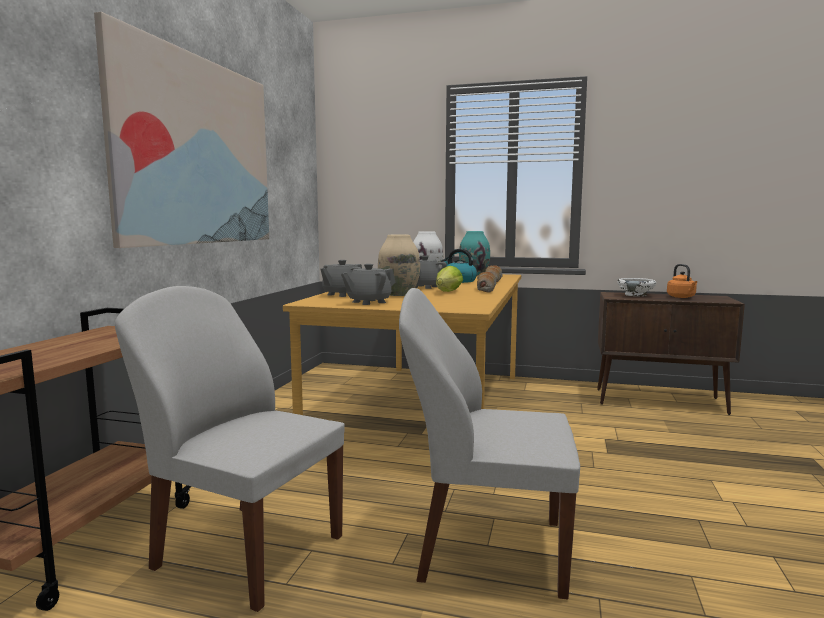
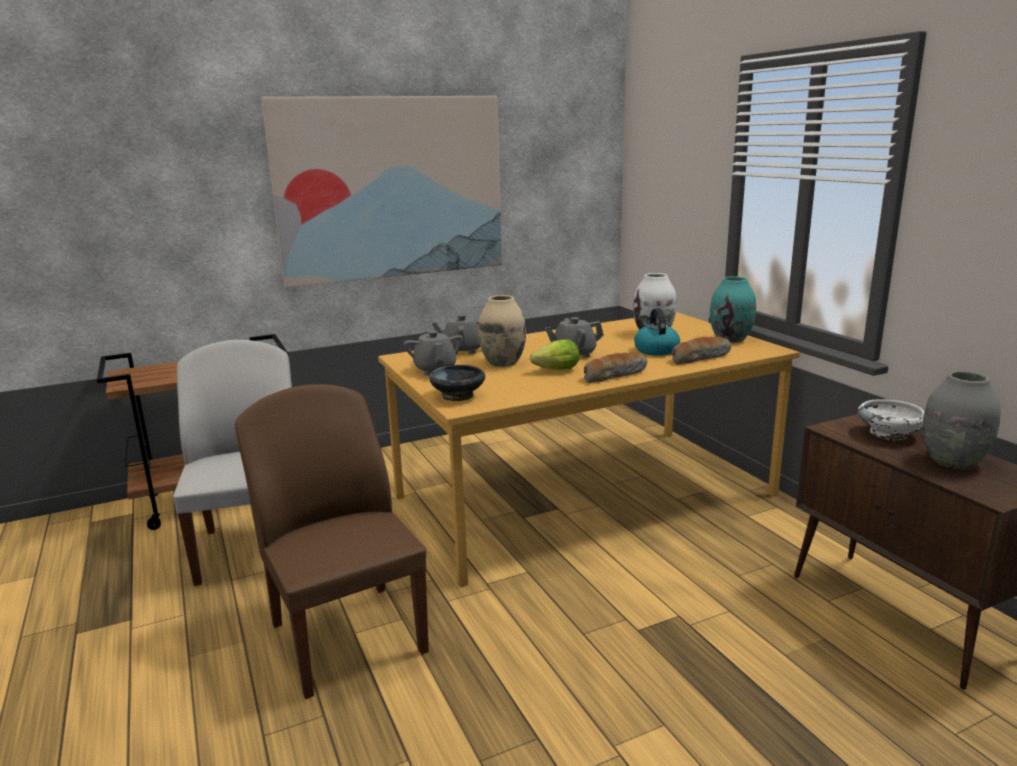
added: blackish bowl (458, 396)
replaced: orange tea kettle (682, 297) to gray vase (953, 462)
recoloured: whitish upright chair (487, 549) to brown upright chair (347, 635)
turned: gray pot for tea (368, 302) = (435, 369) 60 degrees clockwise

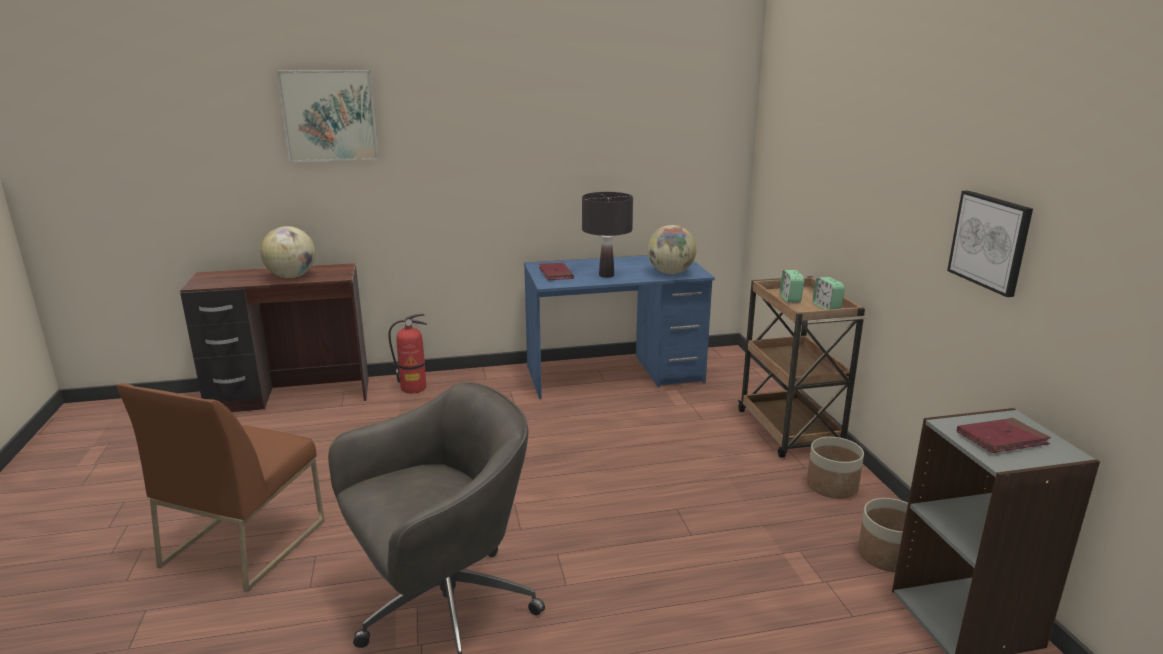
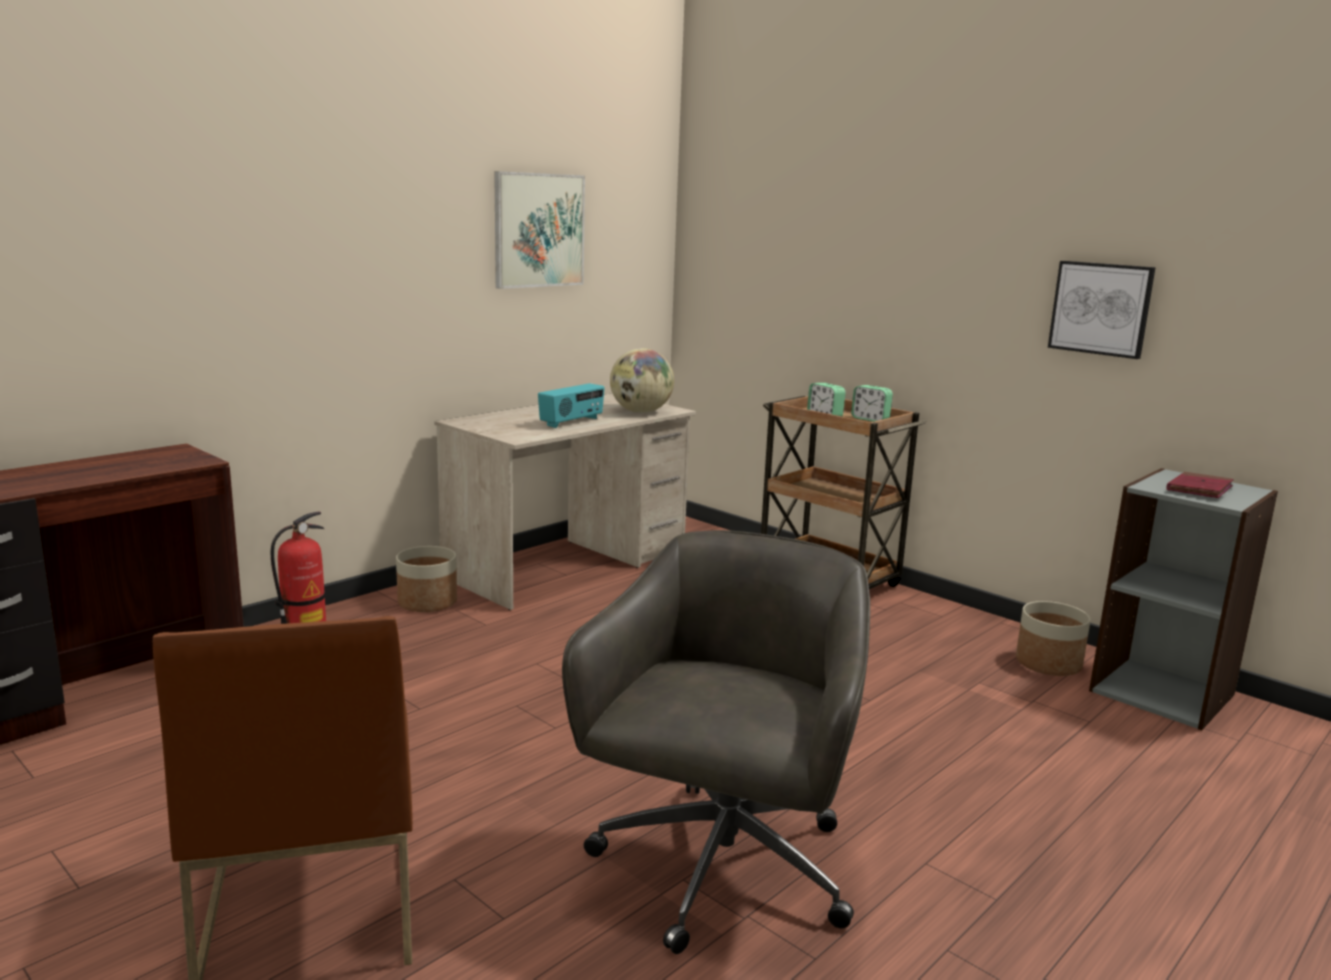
removed: desk globe (292, 276); reddish bound book (555, 274)
moved: picture (329, 116) to (539, 230); plant pot (832, 486) to (428, 602)
replaced: blackish table lamp (606, 275) to radio receiver (572, 422)
recoloured: blue-coloured desk (614, 375) to beige-coloured desk (568, 565)

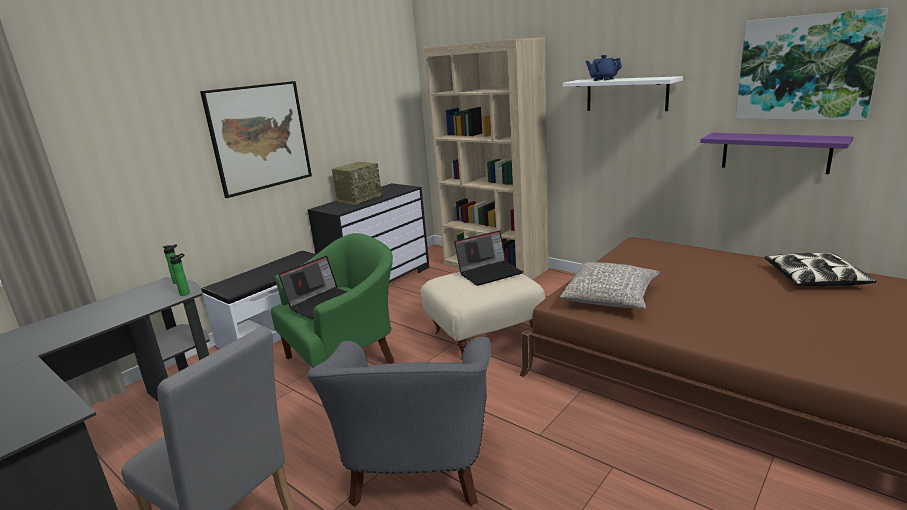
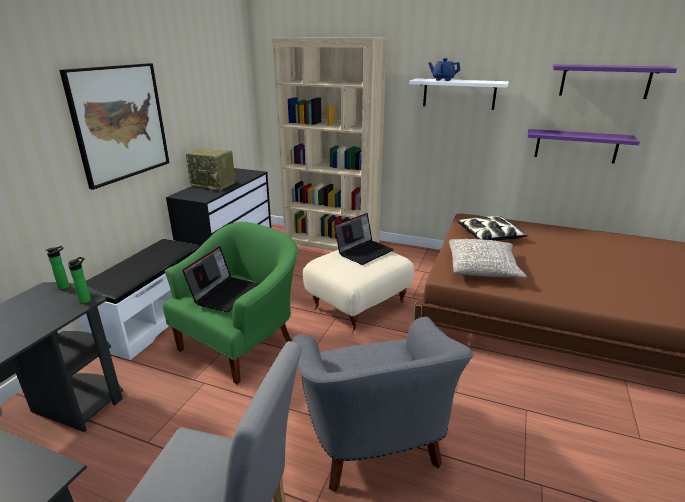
moved: pillow (815, 279) to (489, 235)
replaced: picture (805, 68) to purple-coloured bracket shelf (605, 81)
turned: radio receiver (359, 198) = (214, 184) 90 degrees clockwise

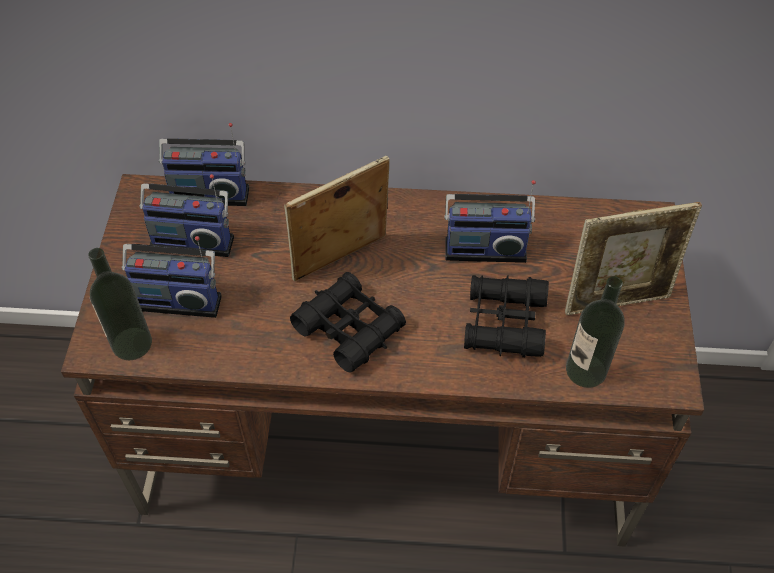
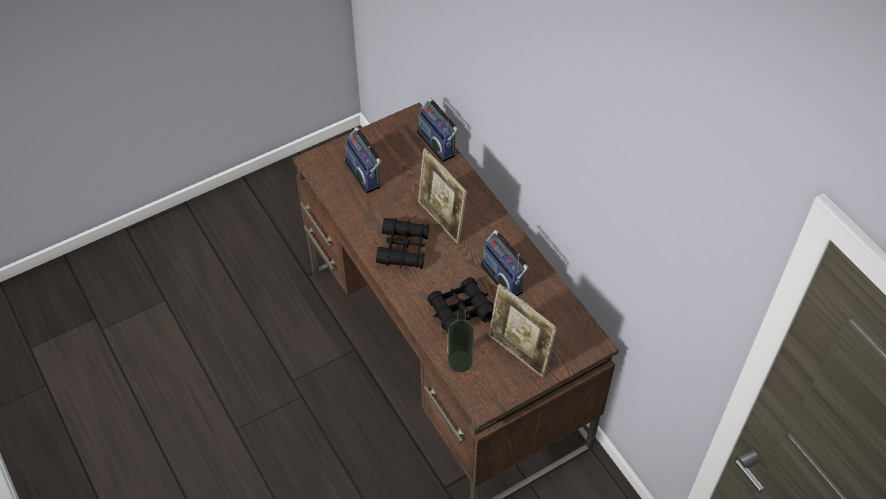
removed: bottle (132, 343); radio receiver (193, 239)
turned: picture frame (340, 261) = (441, 221) 150 degrees counterclockwise

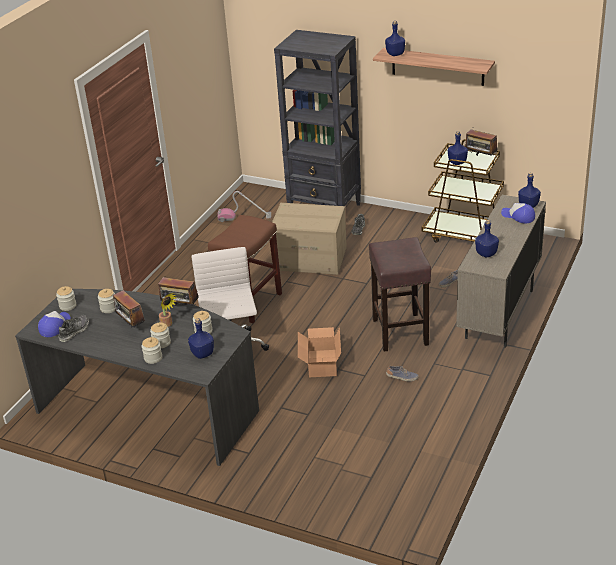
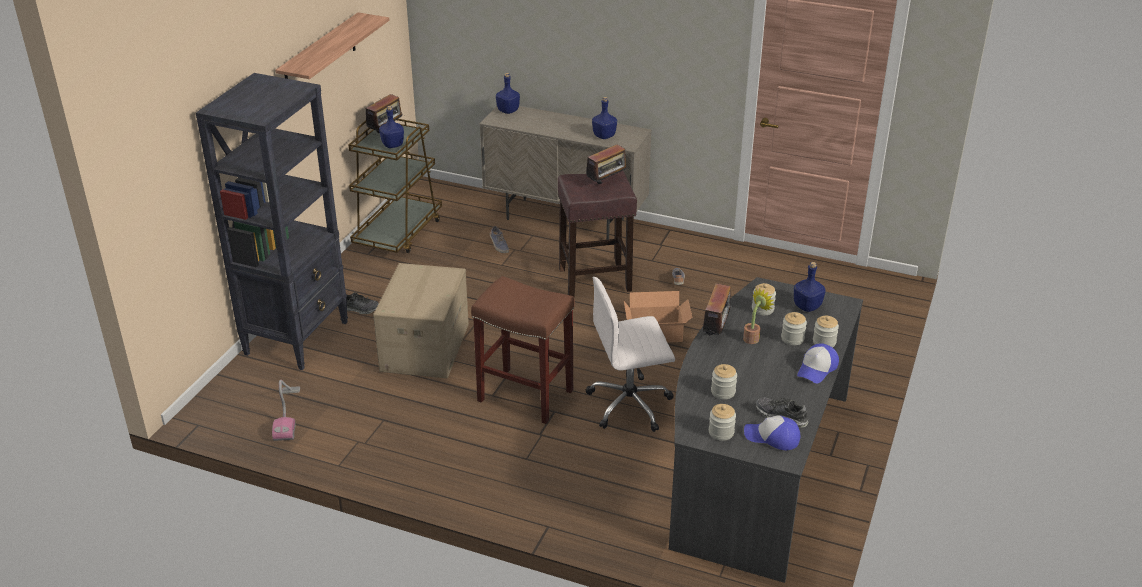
removed: blue-coloured bottle (395, 54)
moved: radio receiver (131, 326) to (607, 183); baseball cap (518, 216) to (817, 369)

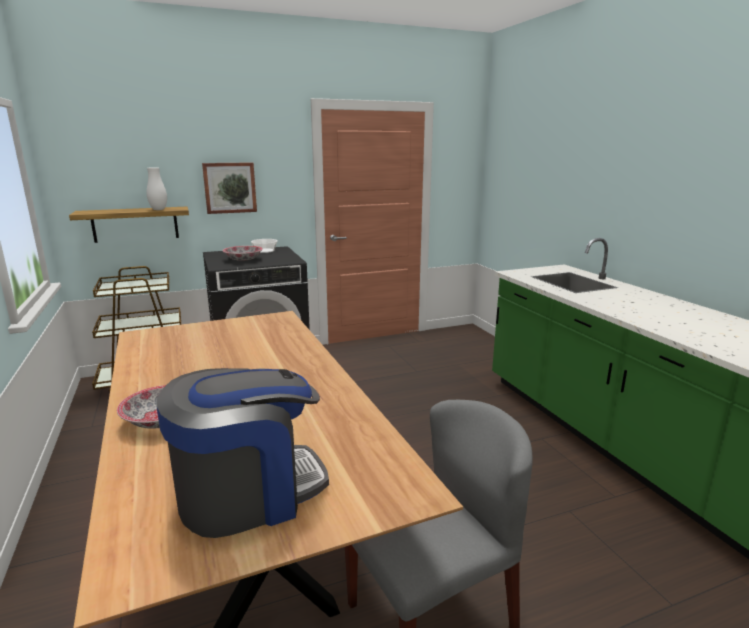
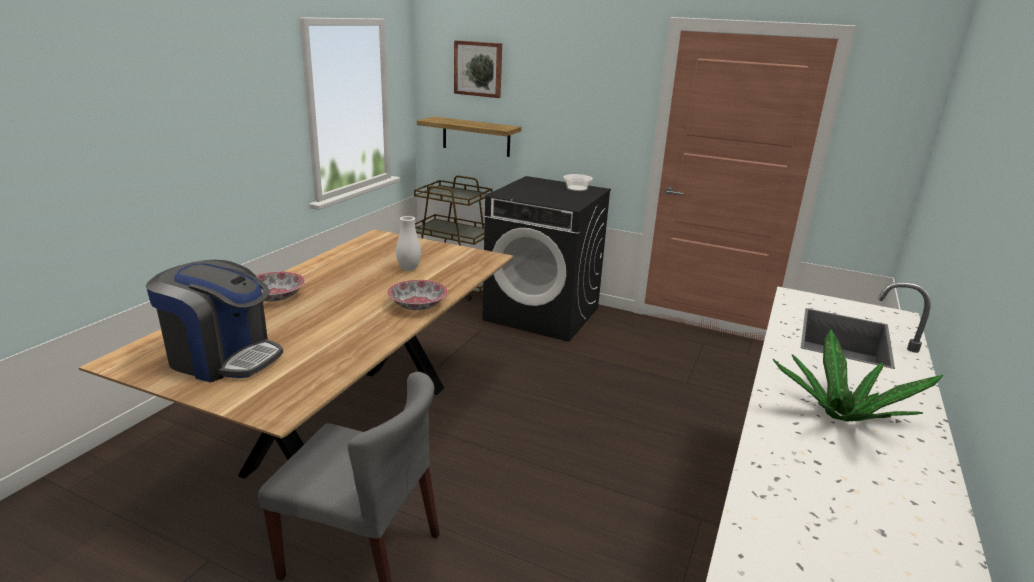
added: plant in a pot (842, 416)
moved: whitish vase (158, 209) to (408, 269); picture (230, 187) to (478, 69); bowl (243, 259) to (418, 305)

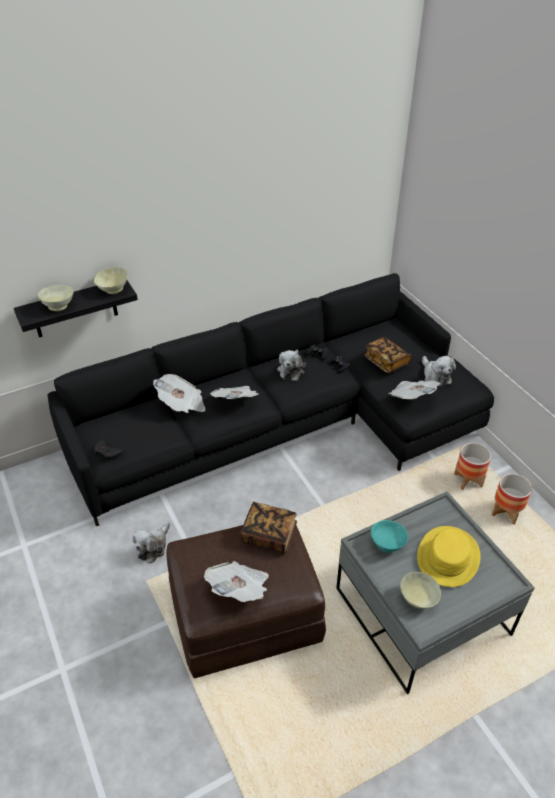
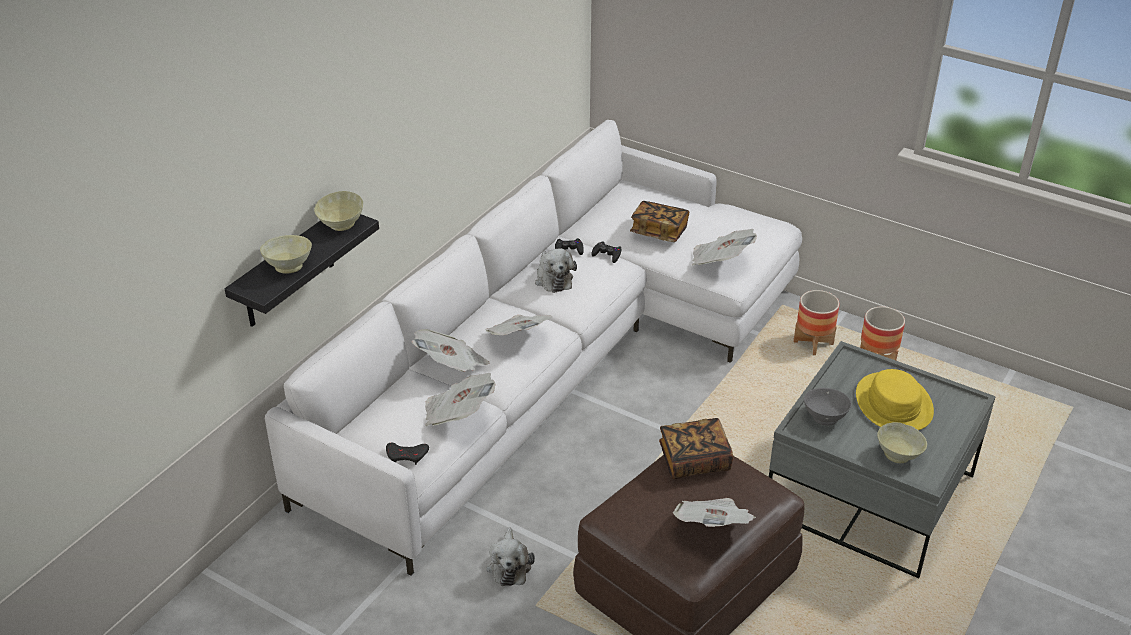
removed: plush toy (435, 376)
added: daily paper (458, 414)
recoloured: blackish couch (286, 425) to whitish couch (557, 362); turquoise bowl (388, 544) to gray bowl (825, 417)

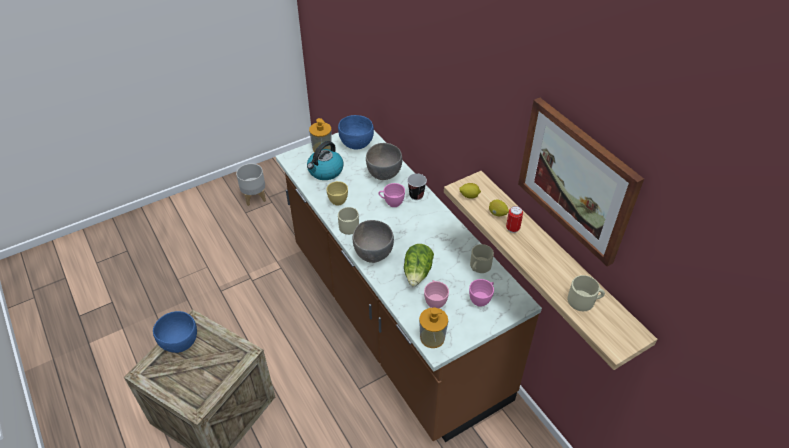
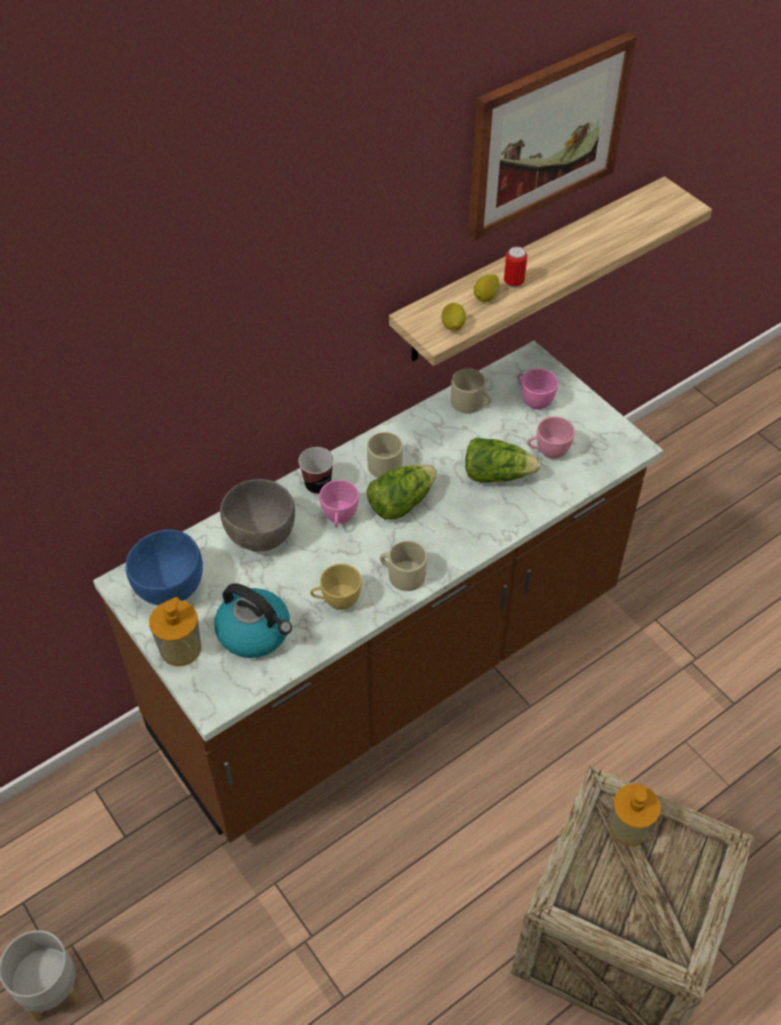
removed: blue-coloured bowl (180, 342); gray bowl (373, 253)
added: lettuce (400, 502)
moved: soap bottle (432, 337) to (628, 827); beige-coloured mug (584, 300) to (384, 462)

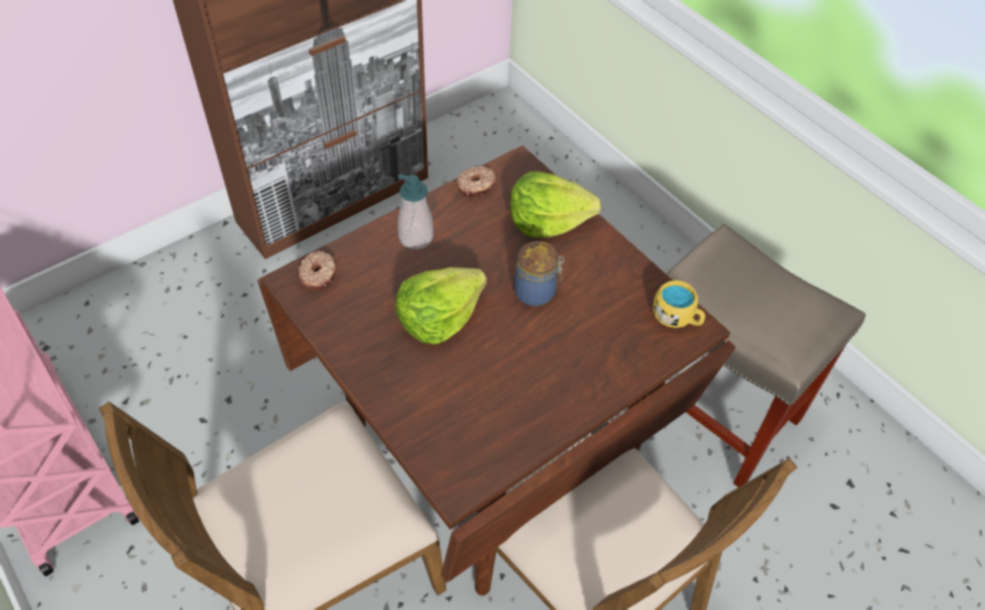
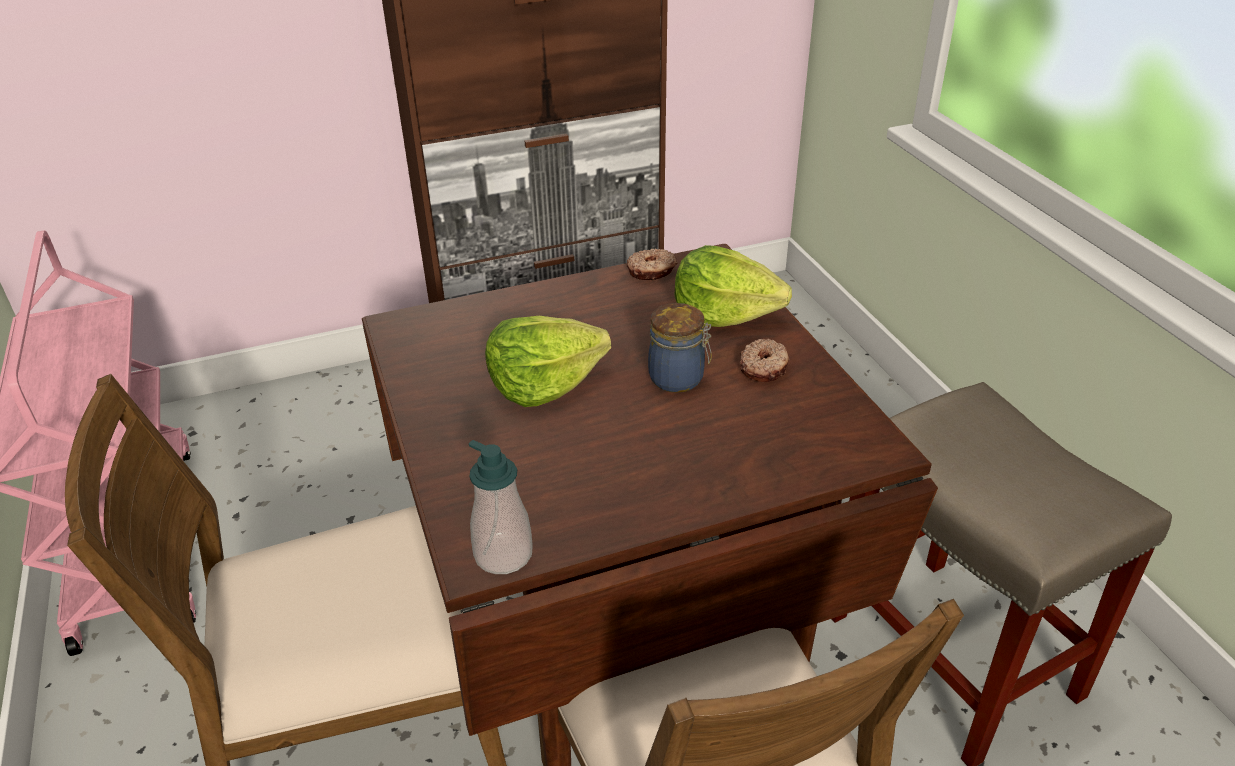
removed: yellow-coloured mug (677, 317)
moved: donut (319, 275) to (764, 367); soap bottle (416, 237) to (503, 554)

